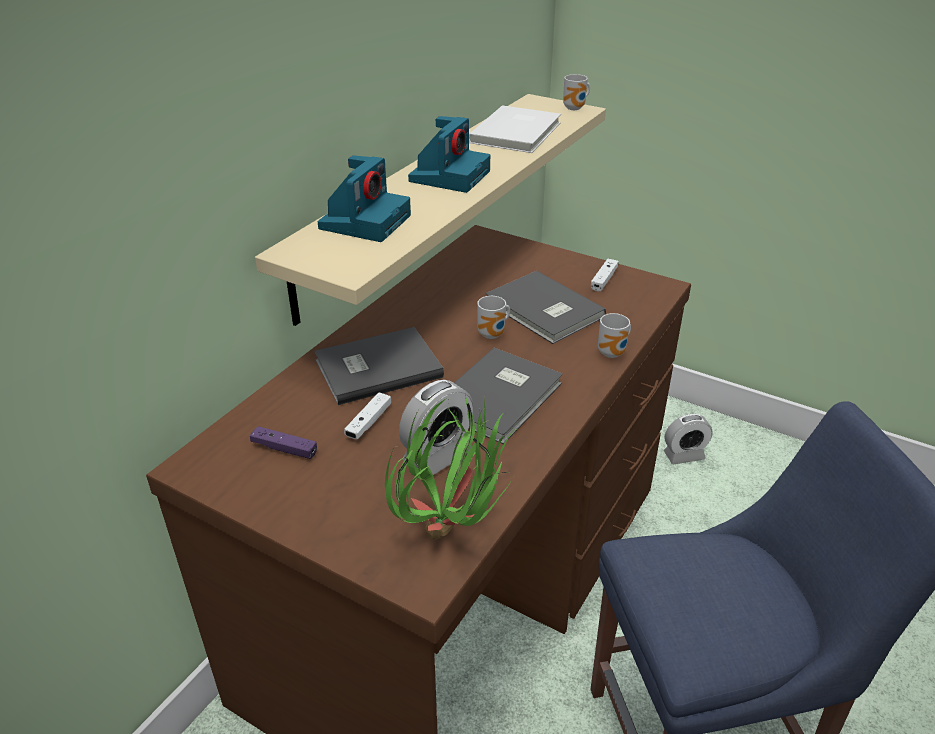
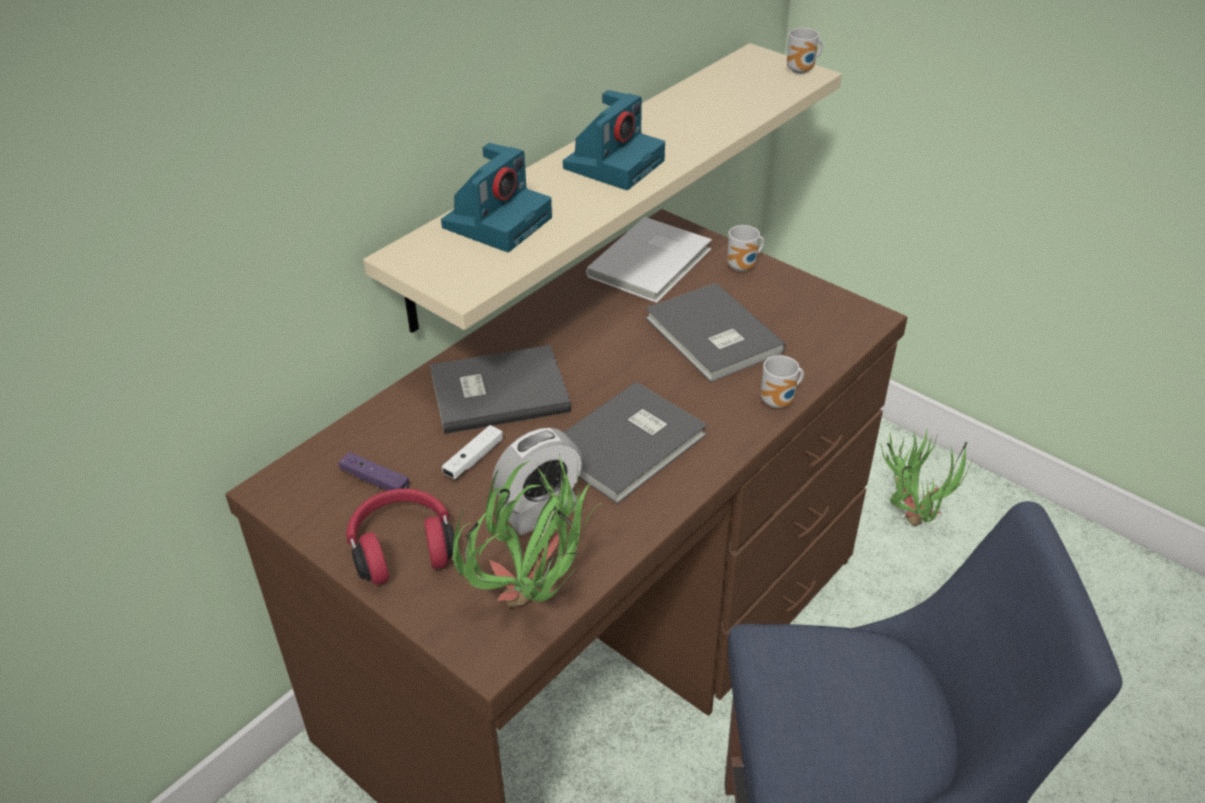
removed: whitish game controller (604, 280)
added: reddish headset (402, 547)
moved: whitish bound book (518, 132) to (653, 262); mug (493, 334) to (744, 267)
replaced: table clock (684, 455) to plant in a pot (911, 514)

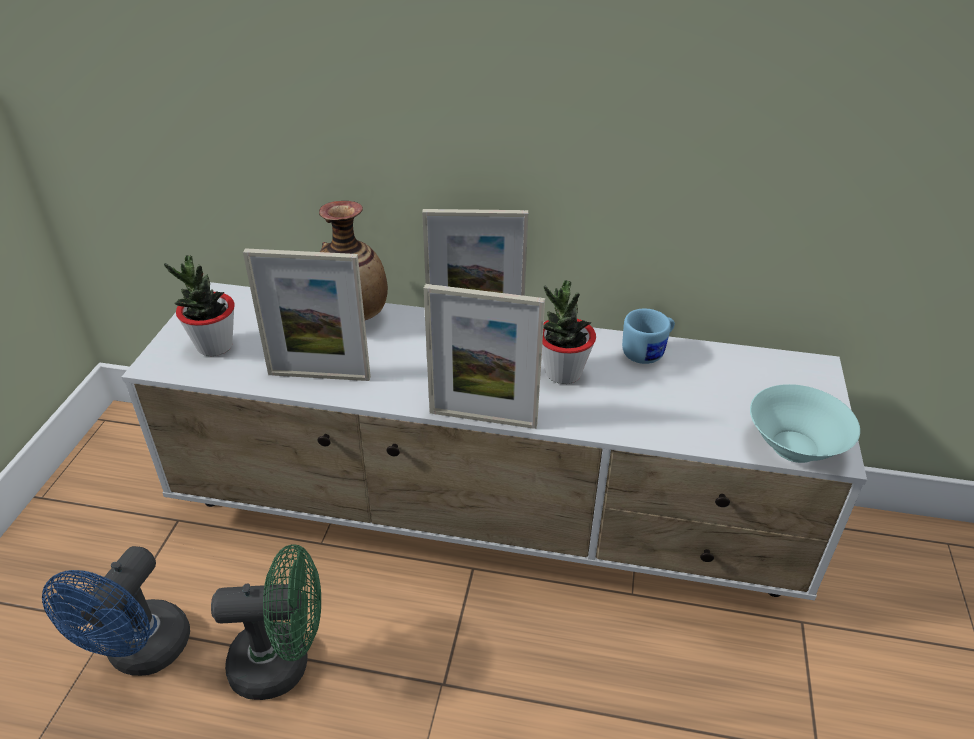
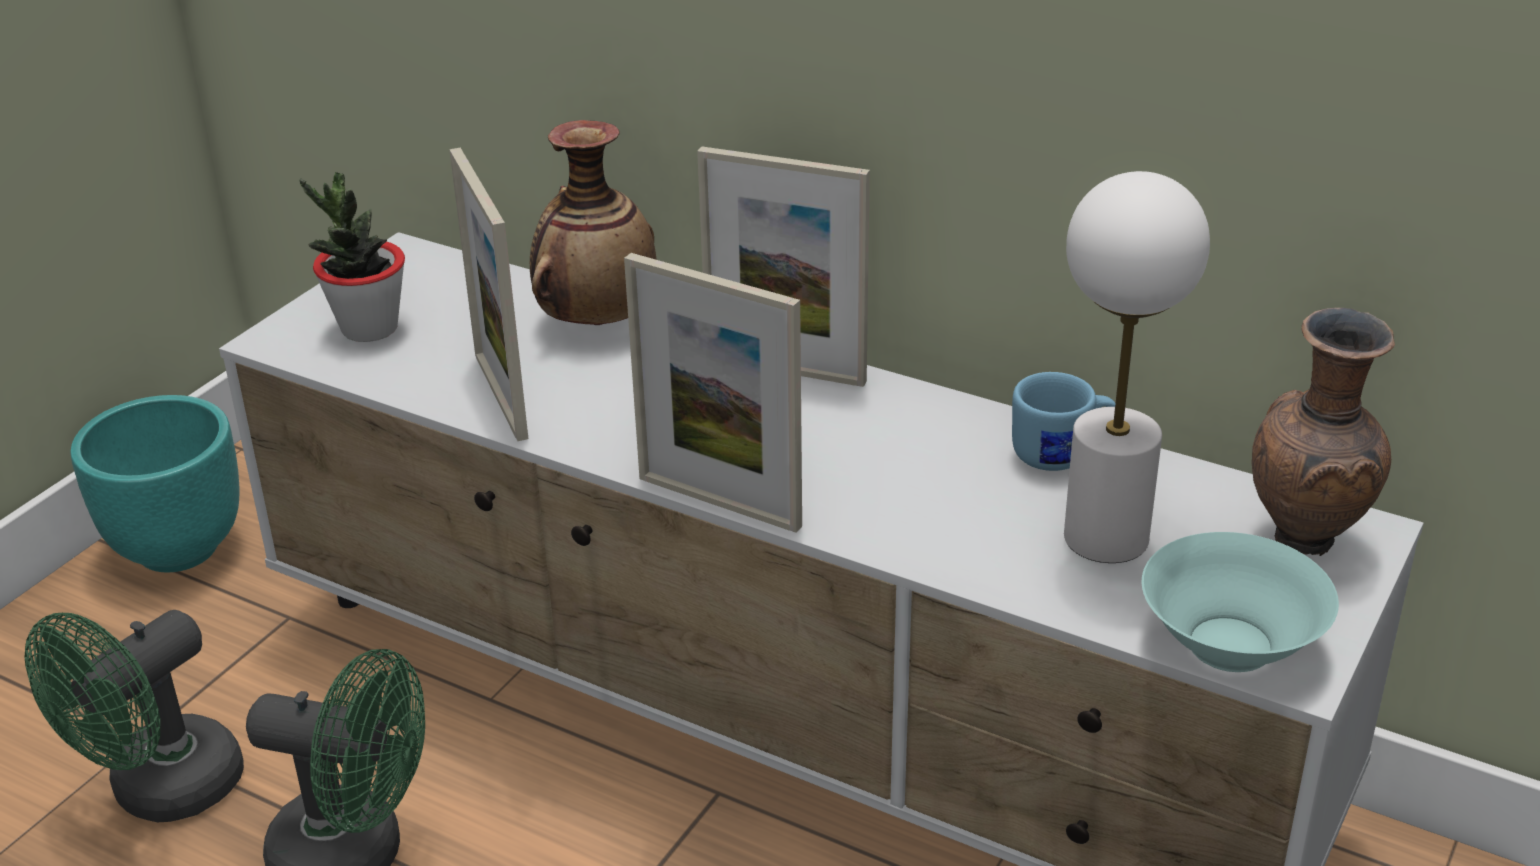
removed: plant in a pot (563, 373)
added: turquoise plant pot (177, 548); whitish table lamp (1107, 538); brown vase (1307, 542)
recoloured: blue-coloured electric fan (141, 654) to greenish electric fan (161, 793)
turned: picture frame (319, 376) = (500, 396) 45 degrees clockwise

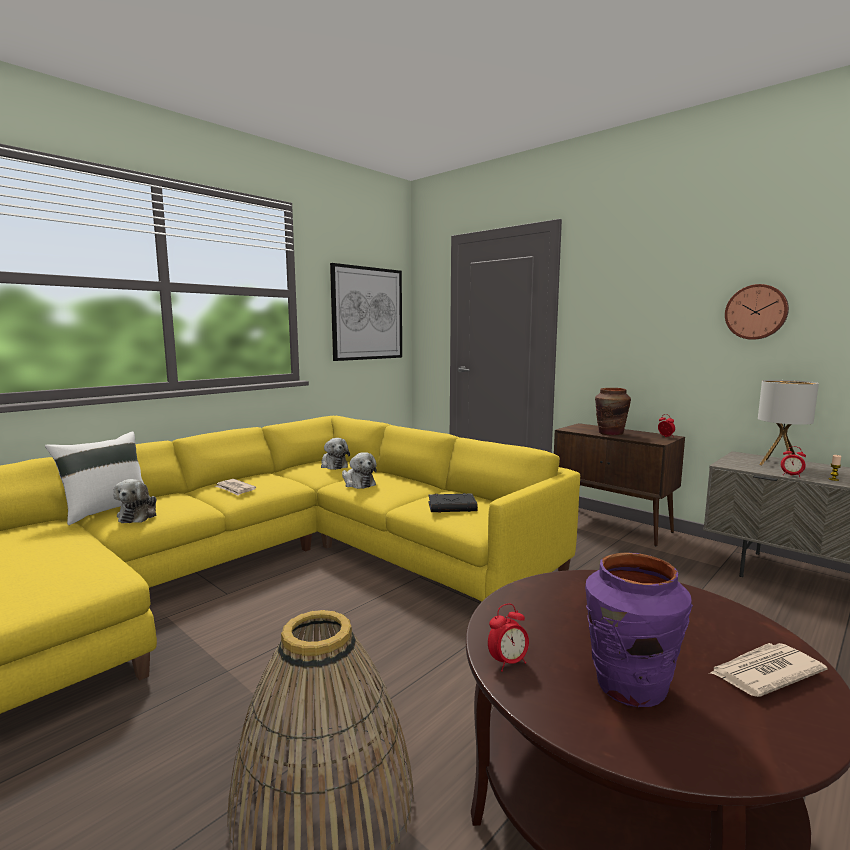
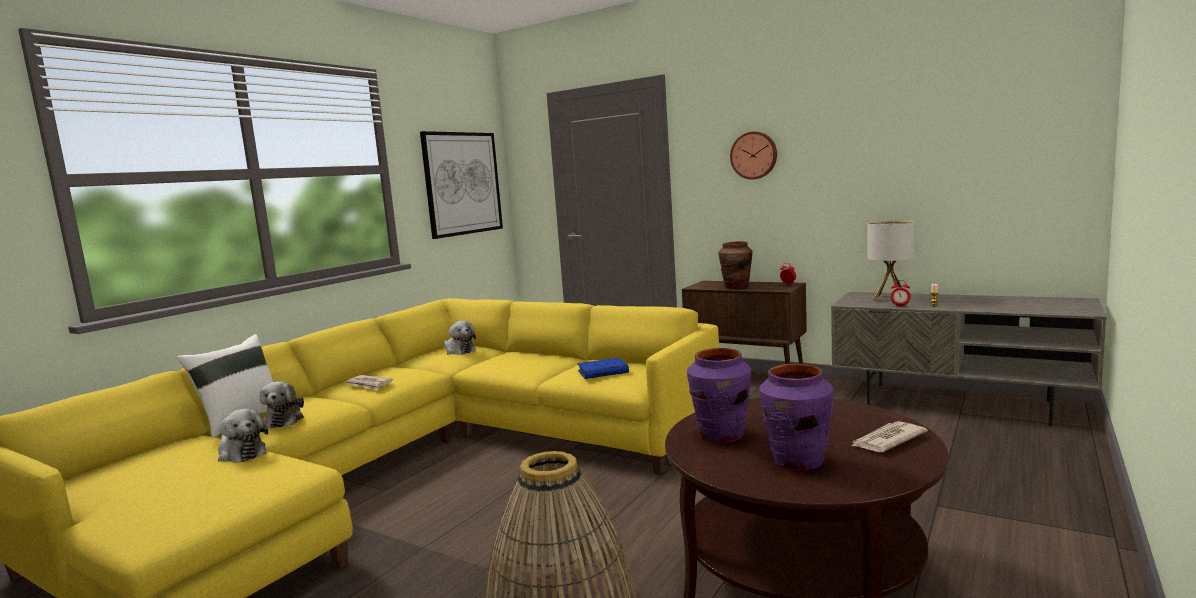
removed: table clock (508, 663)
added: purple-coloured vase (721, 435)
moved: plush toy (358, 483) to (241, 453); hanging clock (756, 312) to (754, 155)
recoloured: blackish bound book (452, 507) to blue-coloured bound book (603, 372)

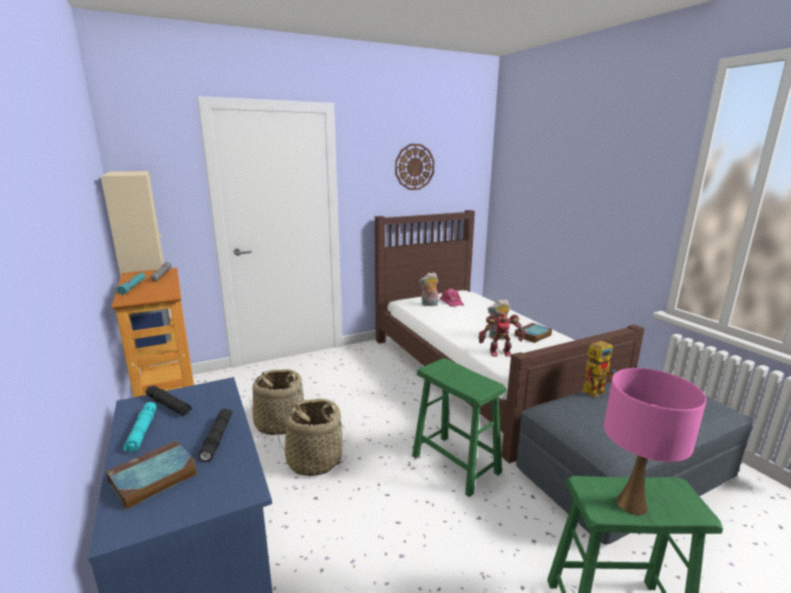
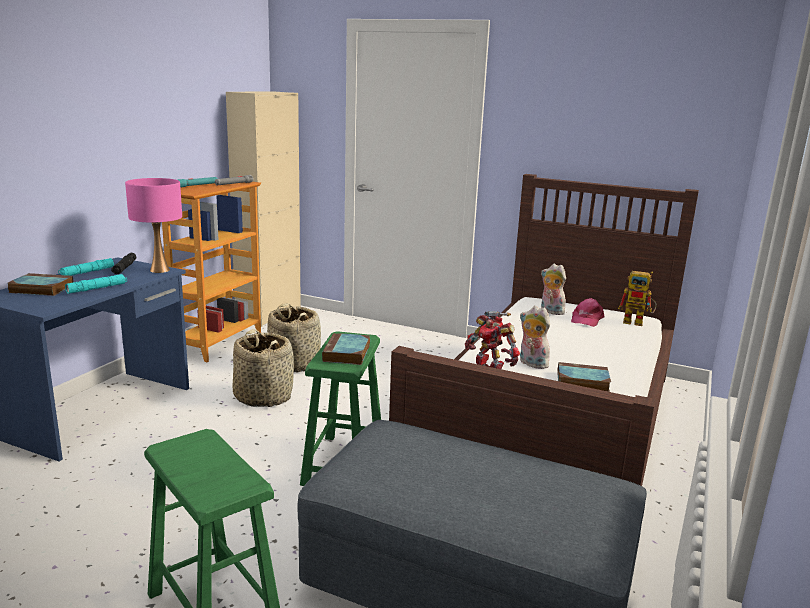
removed: hanging clock (414, 167)
added: bound book (347, 354)
moved: model robot (595, 389) to (637, 322); pink-coloured table lamp (631, 504) to (160, 270)
recoloured: blackish torch (217, 438) to turquoise torch (97, 288)

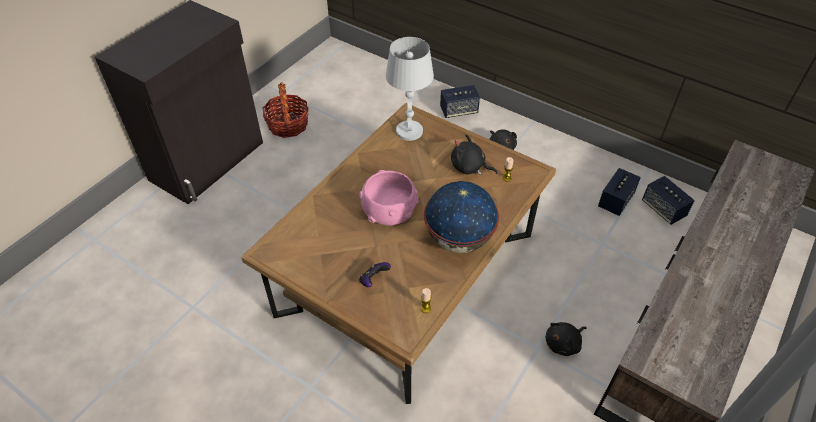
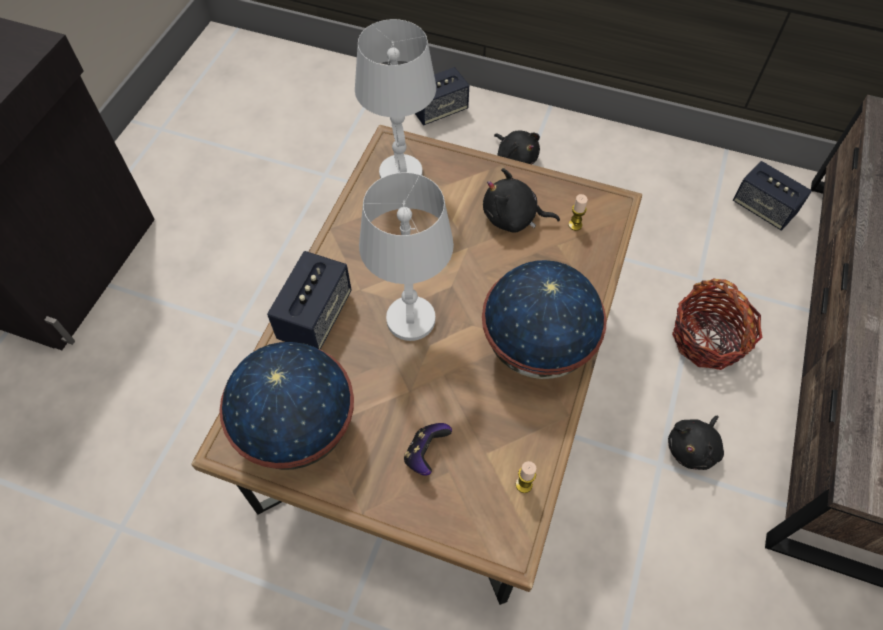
added: desk globe (298, 428)
moved: basket (288, 125) to (708, 339); loudspeaker (615, 201) to (315, 316)
replaced: pink-coloured bowl (388, 209) to whitish table lamp (410, 319)

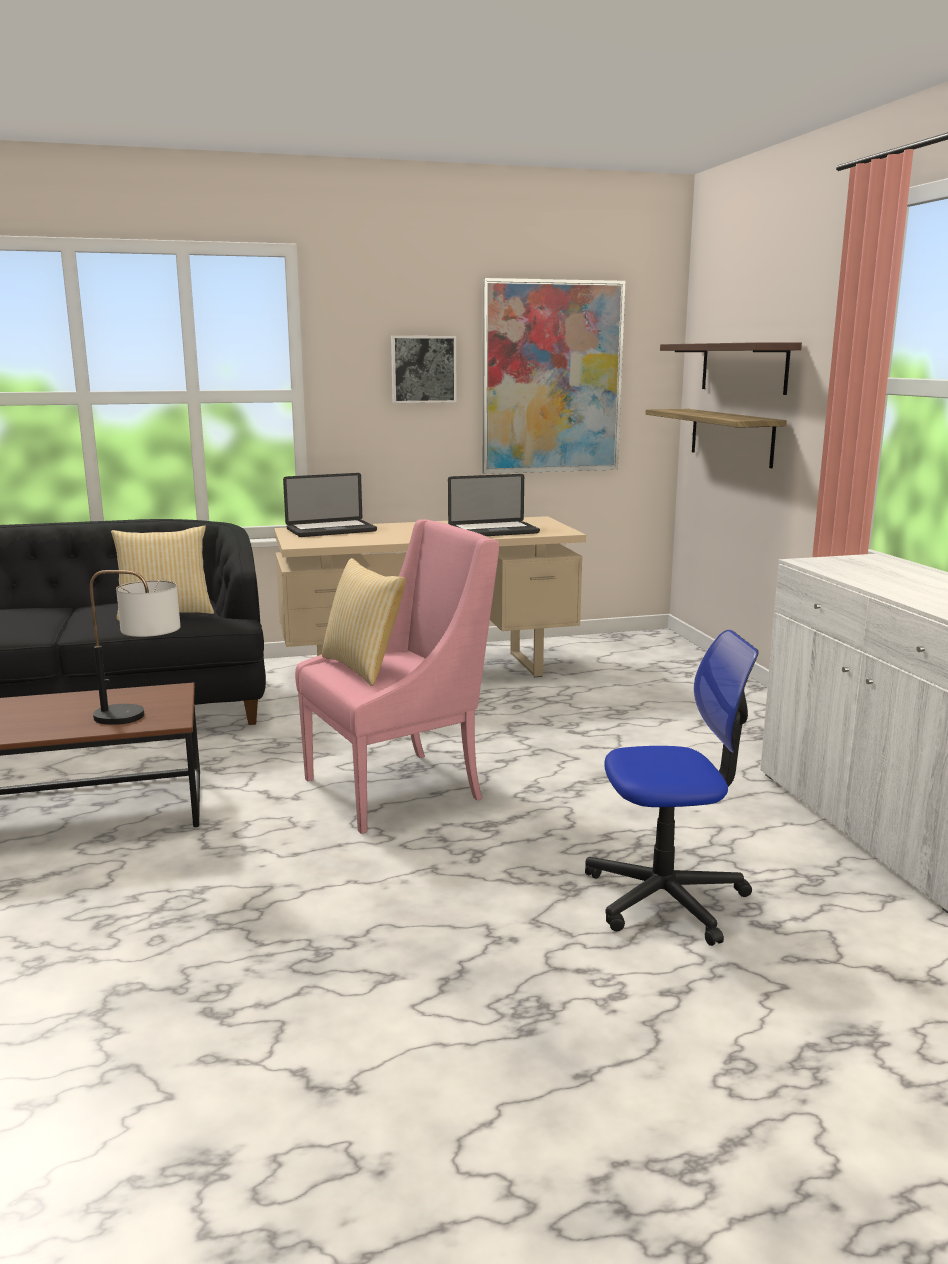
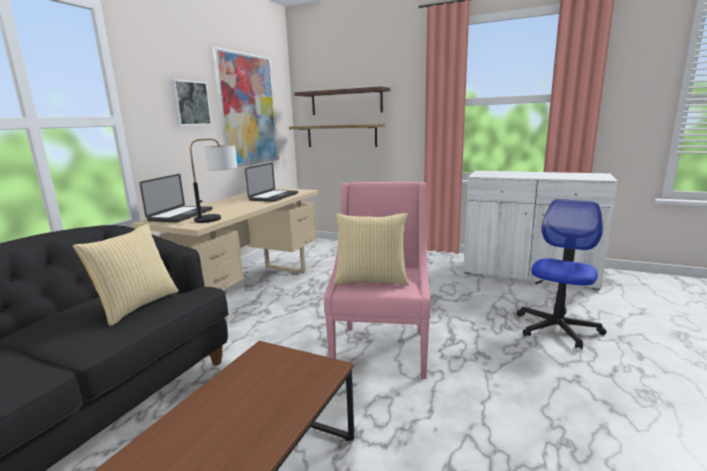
moved: table lamp (142, 717) to (219, 217)

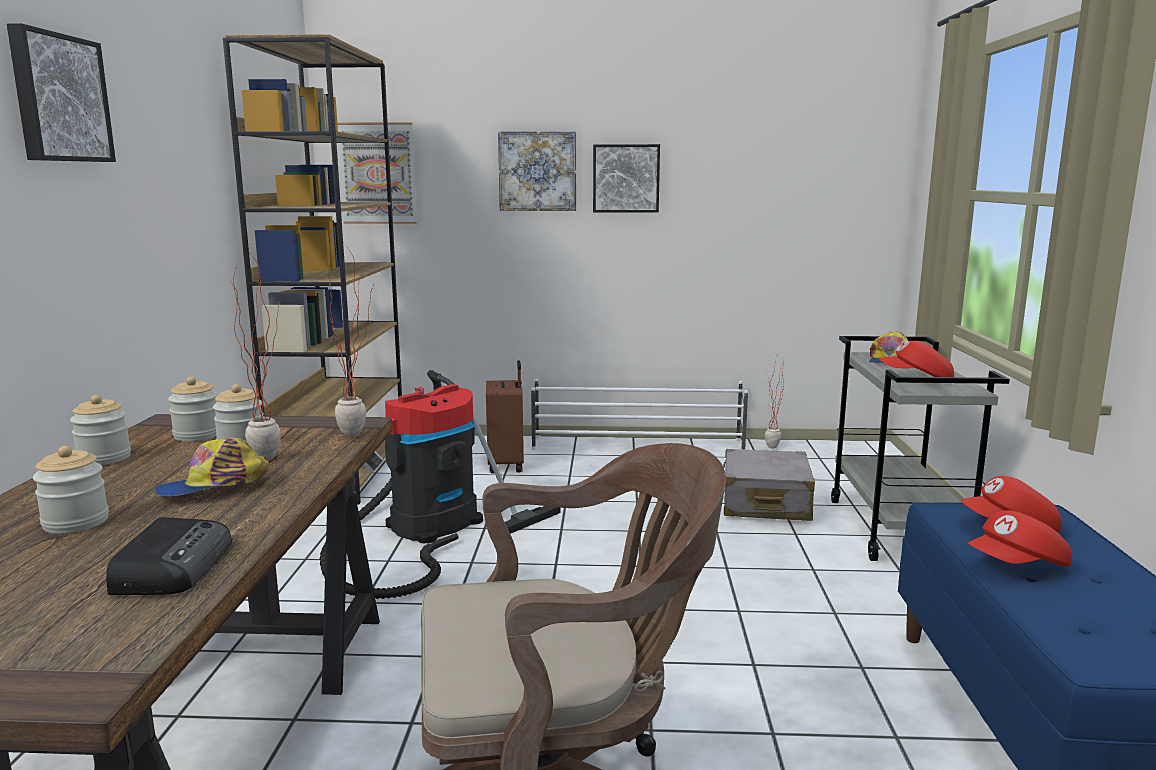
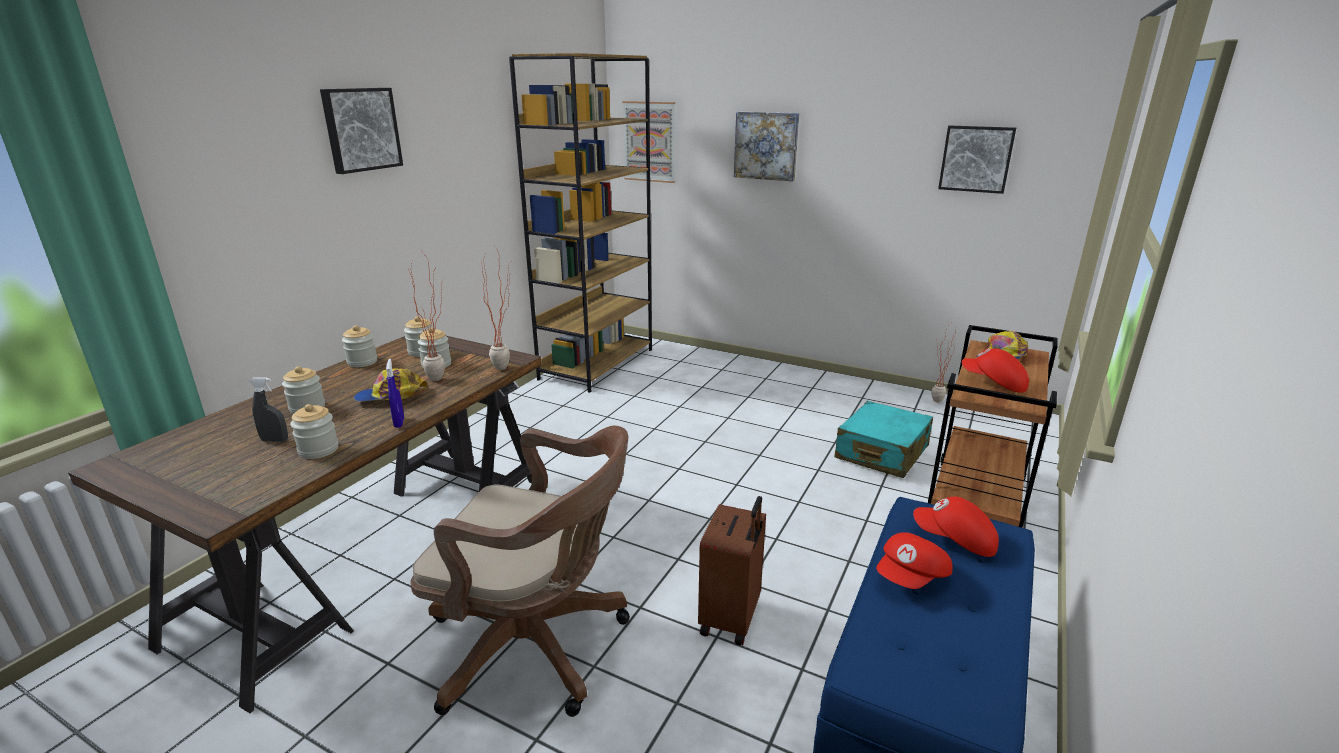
removed: vacuum (427, 529); whitish shoe stand (638, 445)
added: gray spray bottle (275, 440); blue-coloured spray bottle (399, 422)
moved: brown suitcase (507, 465) to (731, 619); picture (626, 178) to (976, 159)
replaced: radio receiver (174, 566) to preserve jar (318, 450)
recoloured: gray suitcase (765, 503) to turquoise suitcase (881, 453); gray trolley (898, 530) to brown trolley (976, 504)
turned: reddish baseball cap (1018, 566) = (912, 577) 45 degrees counterclockwise

